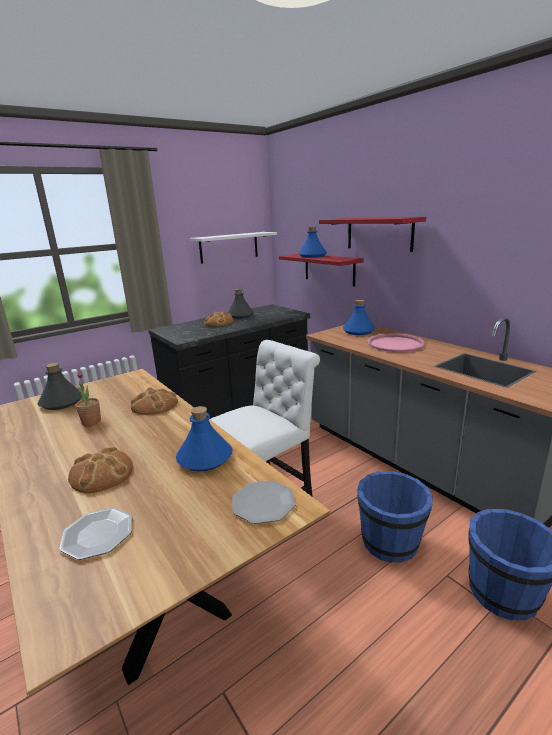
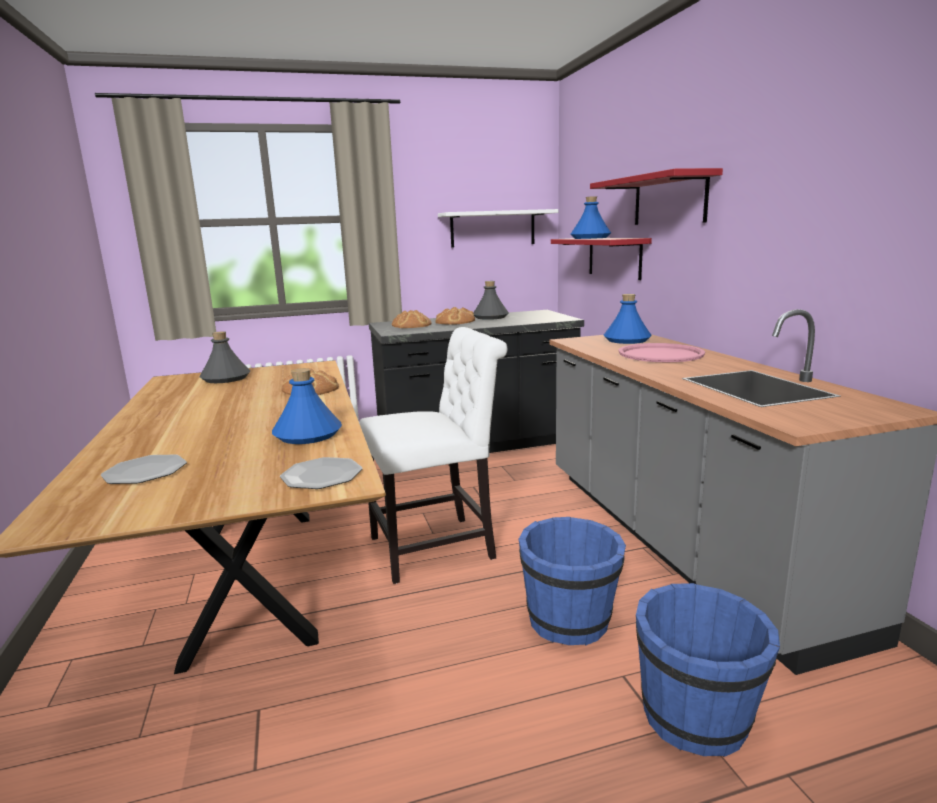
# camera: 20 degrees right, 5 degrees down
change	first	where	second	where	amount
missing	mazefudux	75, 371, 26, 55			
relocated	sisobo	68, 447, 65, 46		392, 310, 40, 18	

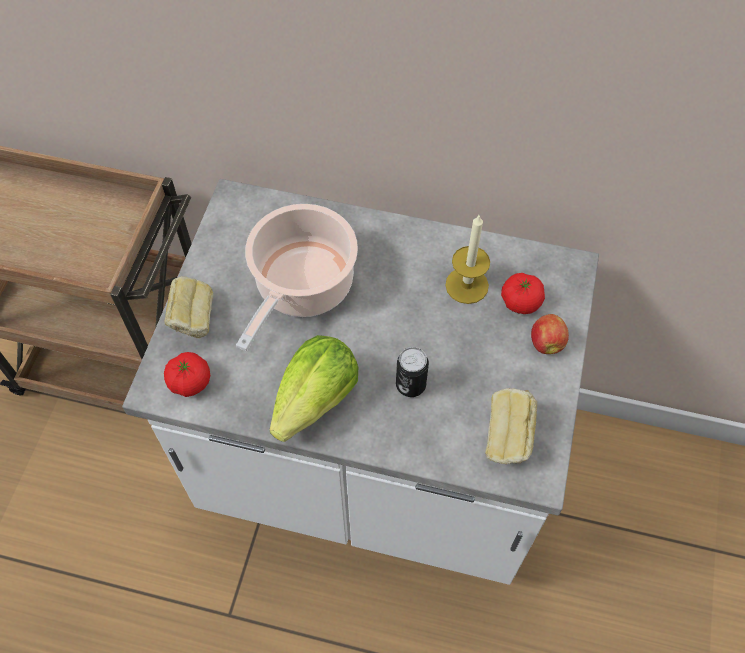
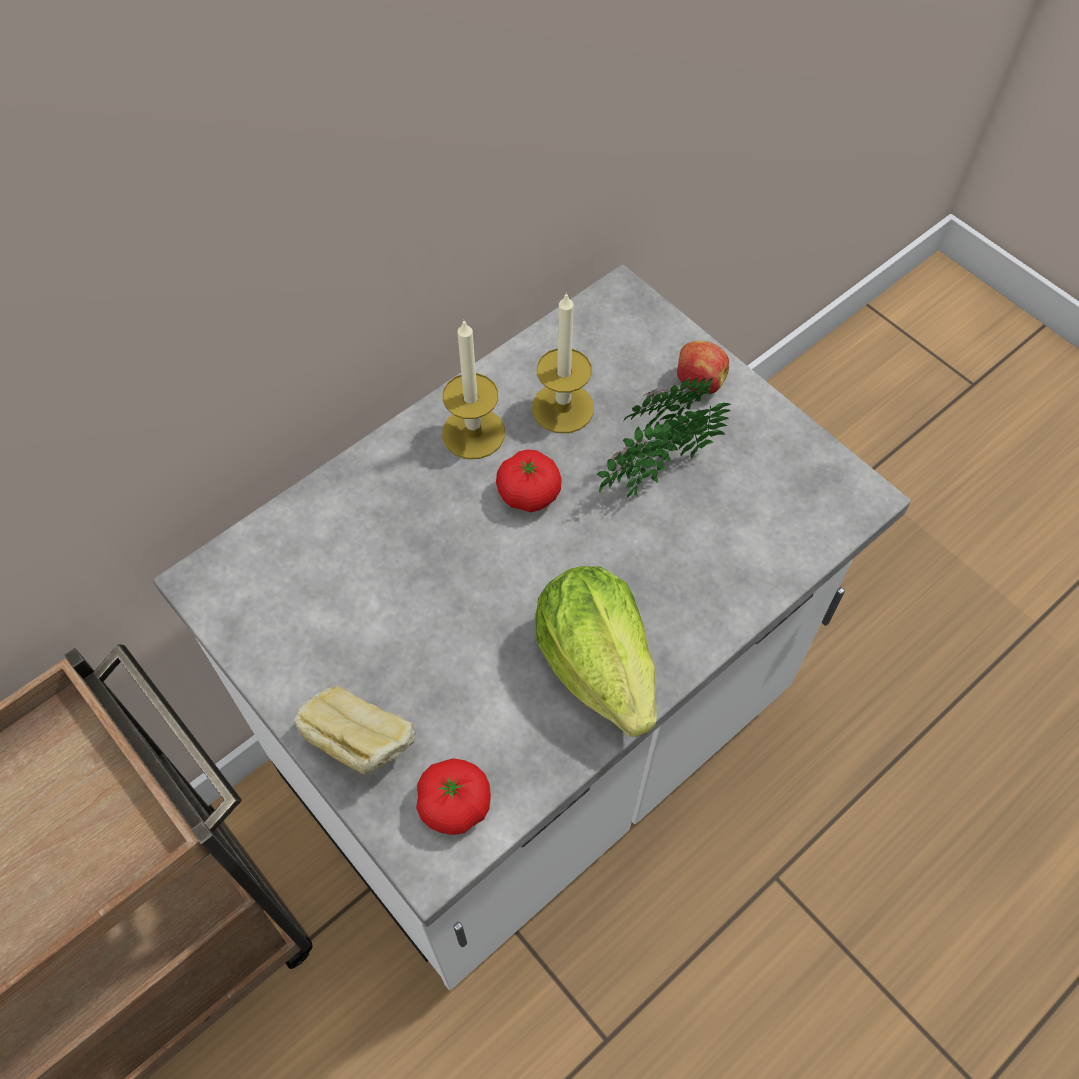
# camera: 55 degrees left, 0 degrees up
change	first	where	second	where	amount
missing	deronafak	236, 204, 122, 147			
missing	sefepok	396, 347, 33, 50			
missing	sisobo	485, 388, 52, 76			
appeared			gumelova	442, 319, 63, 140	
appeared			mazefudux	597, 377, 134, 125	
relocated	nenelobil	501, 273, 44, 41		496, 449, 66, 63	

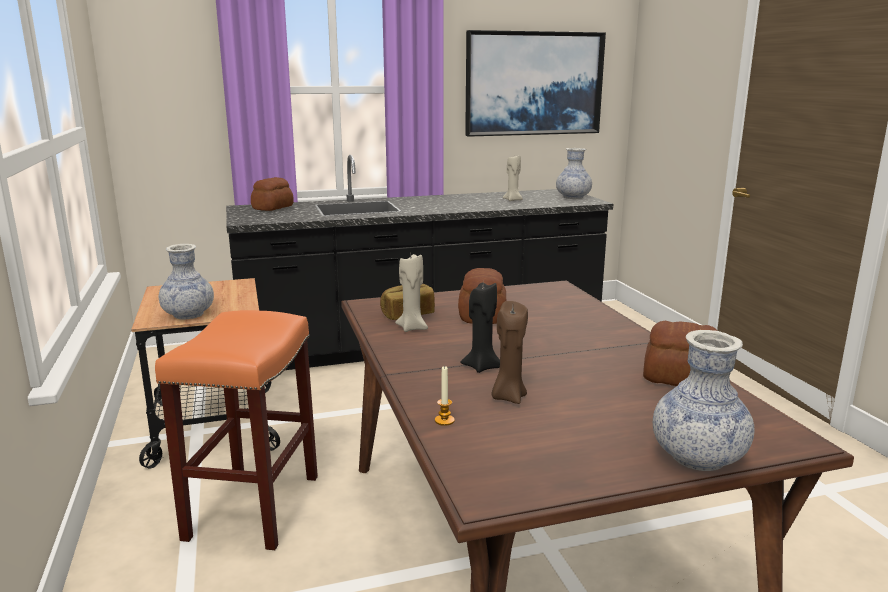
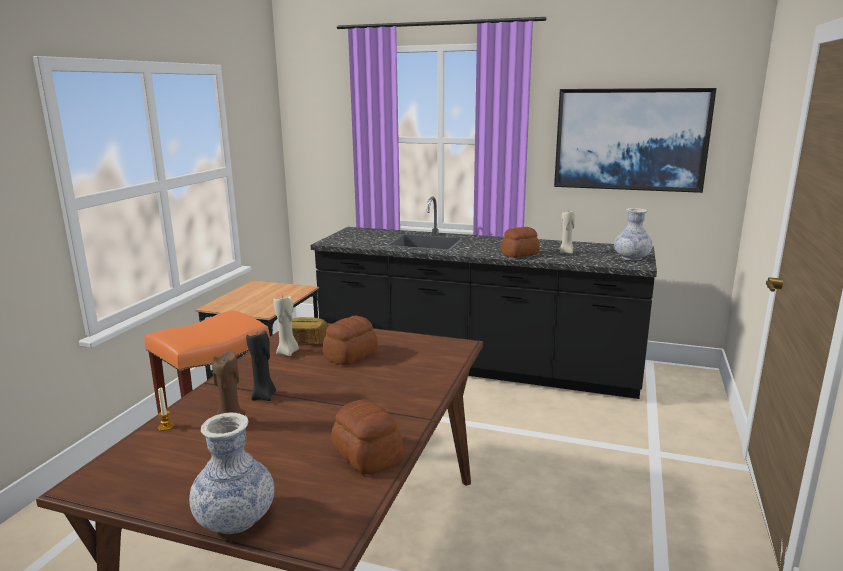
# camera: 35 degrees right, 0 degrees up
change	first	where	second	where	amount
missing	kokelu	159, 244, 55, 75			
relocated	sisobo	251, 177, 43, 34		501, 227, 39, 31	

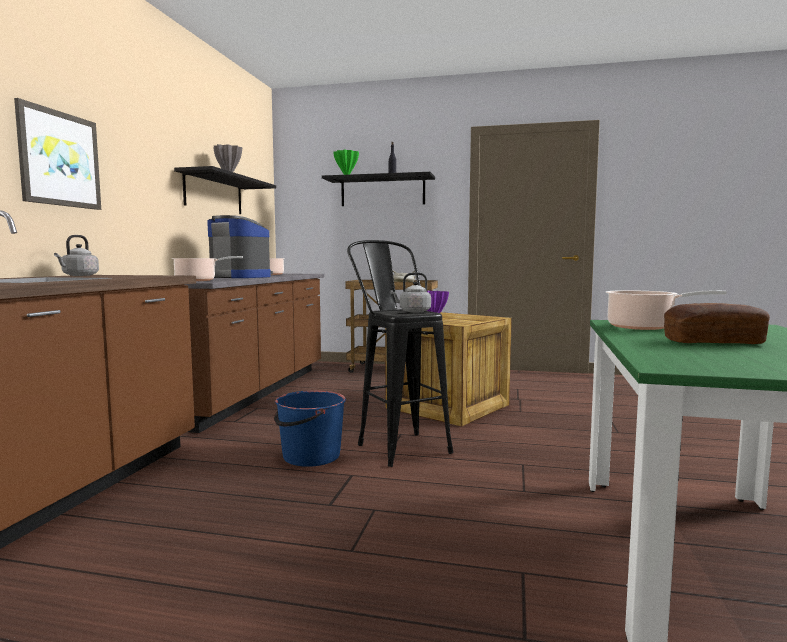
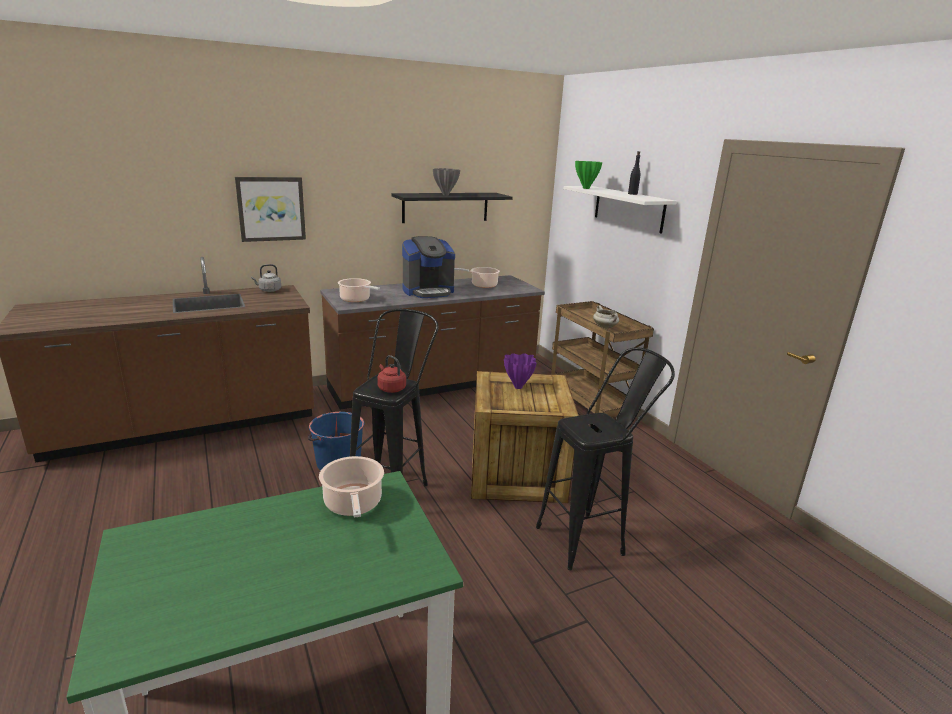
# camera: 50 degrees right, 15 degrees up
change	first	where	second	where	amount
missing	sisobo	664, 303, 106, 41			
appeared			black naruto	536, 348, 139, 222	
colour	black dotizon	322, 172, 113, 34	white dotizon	564, 186, 113, 47	
colour	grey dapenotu	390, 272, 41, 41	red dapenotu	377, 355, 29, 38	
spun	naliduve	207, 215, 66, 63		402, 236, 53, 62	75 degrees clockwise

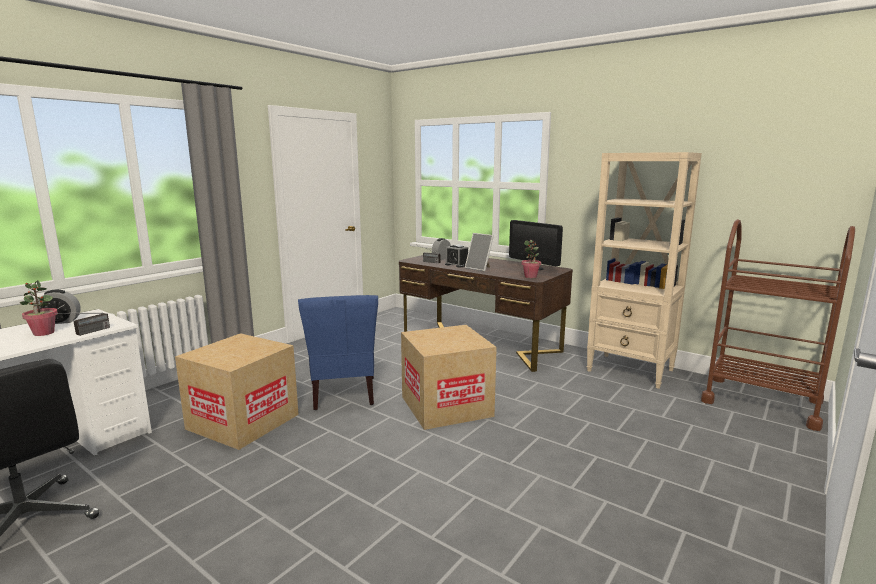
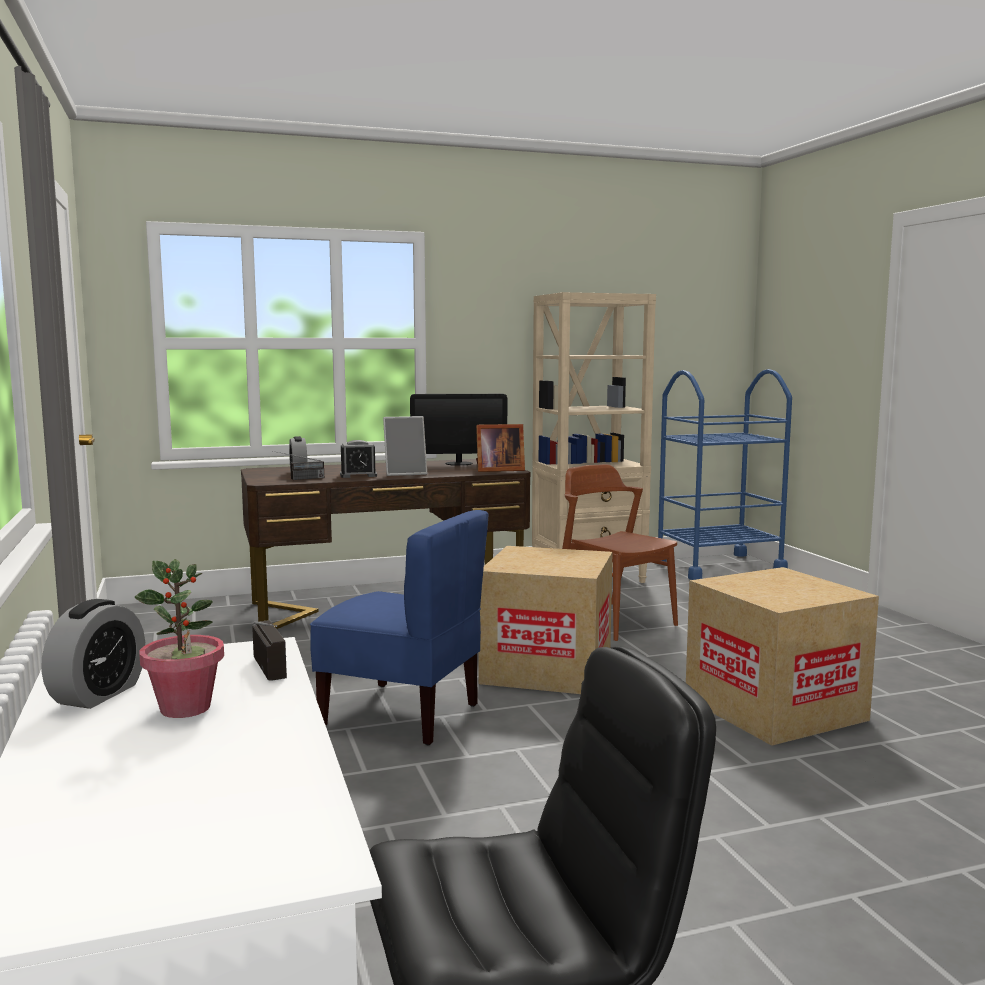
# camera: 55 degrees left, 5 degrees down
change	first	where	second	where	amount
appeared			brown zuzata	562, 464, 116, 177	
relocated	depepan	175, 333, 124, 117		686, 567, 193, 179	
exchanged	mazefudux	521, 240, 20, 38	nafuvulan	476, 424, 49, 48	
colour	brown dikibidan	701, 219, 154, 212	blue dikibidan	658, 369, 134, 211	

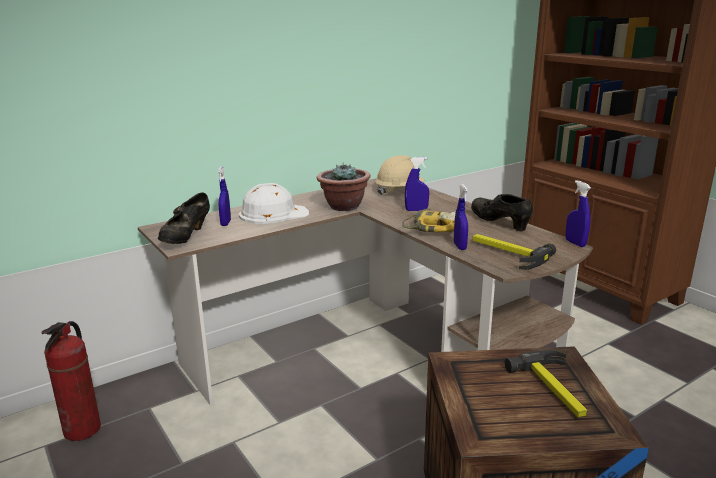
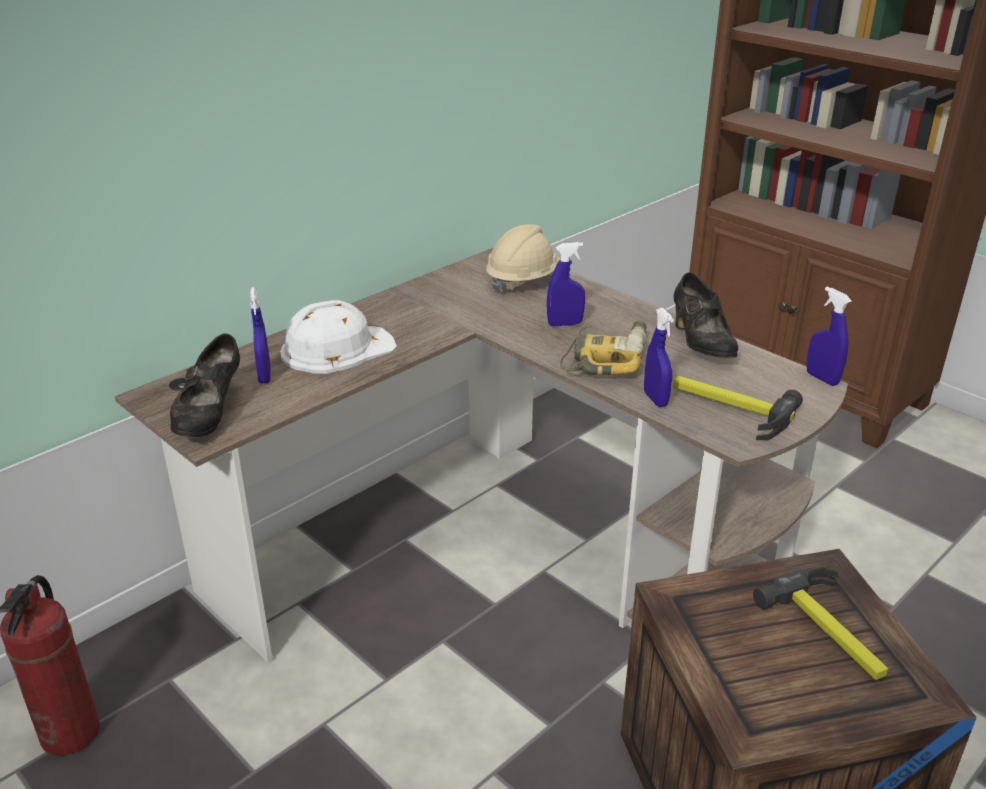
# camera: 10 degrees left, 10 degrees up
change	first	where	second	where	amount
missing	mazefudux	317, 163, 53, 48			
spun	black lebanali	471, 194, 62, 37		674, 272, 64, 86	150 degrees counterclockwise

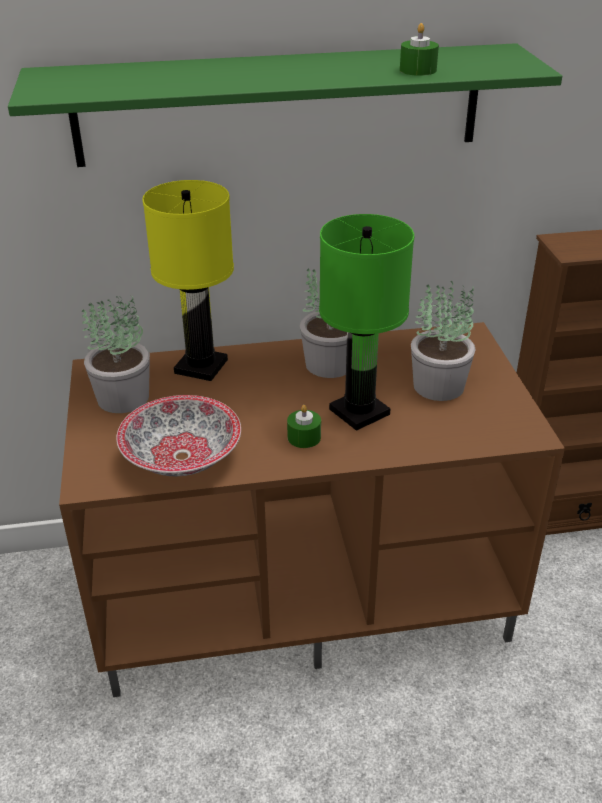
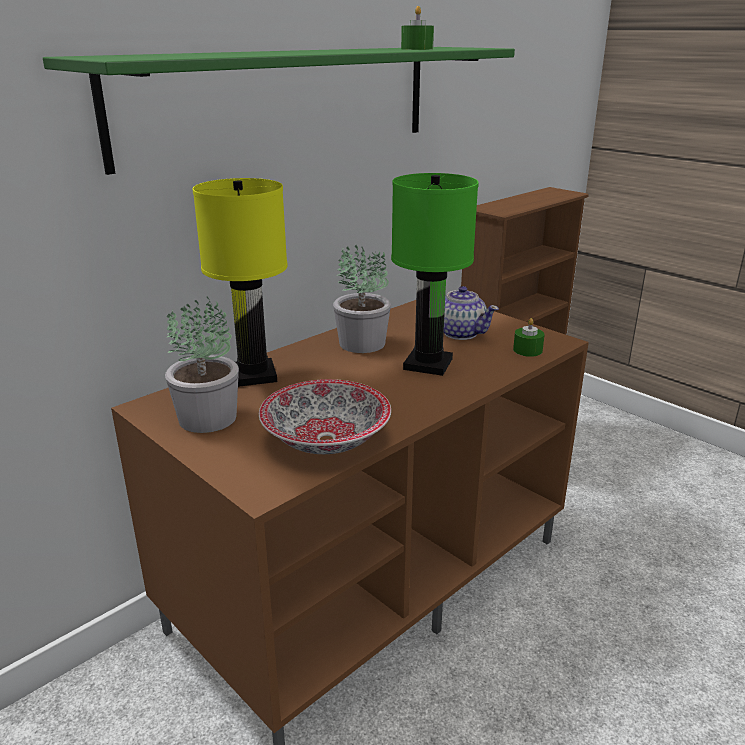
# camera: 35 degrees left, 10 degrees down
change	first	where	second	where	amount
relocated	green gumelova	287, 405, 34, 43		513, 318, 32, 39	
exchanged	mazefudux	411, 281, 65, 120	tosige	444, 286, 55, 54	

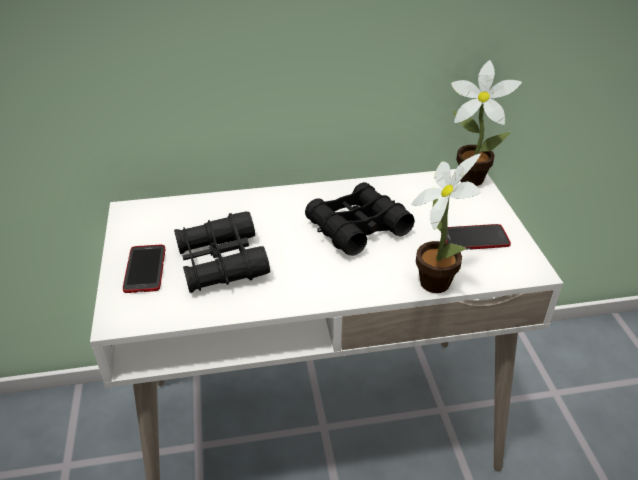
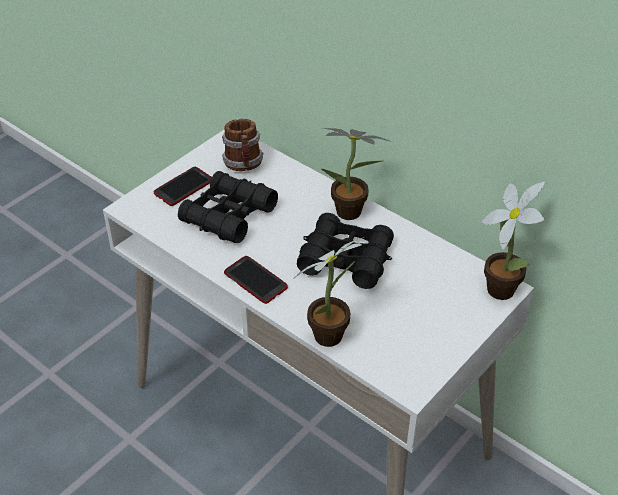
# camera: 50 degrees right, 5 degrees up
change	first	where	second	where	amount
appeared			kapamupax	222, 119, 42, 52	
appeared			mazefudux	321, 128, 71, 92	
relocated	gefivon	446, 224, 65, 26		224, 256, 64, 48	

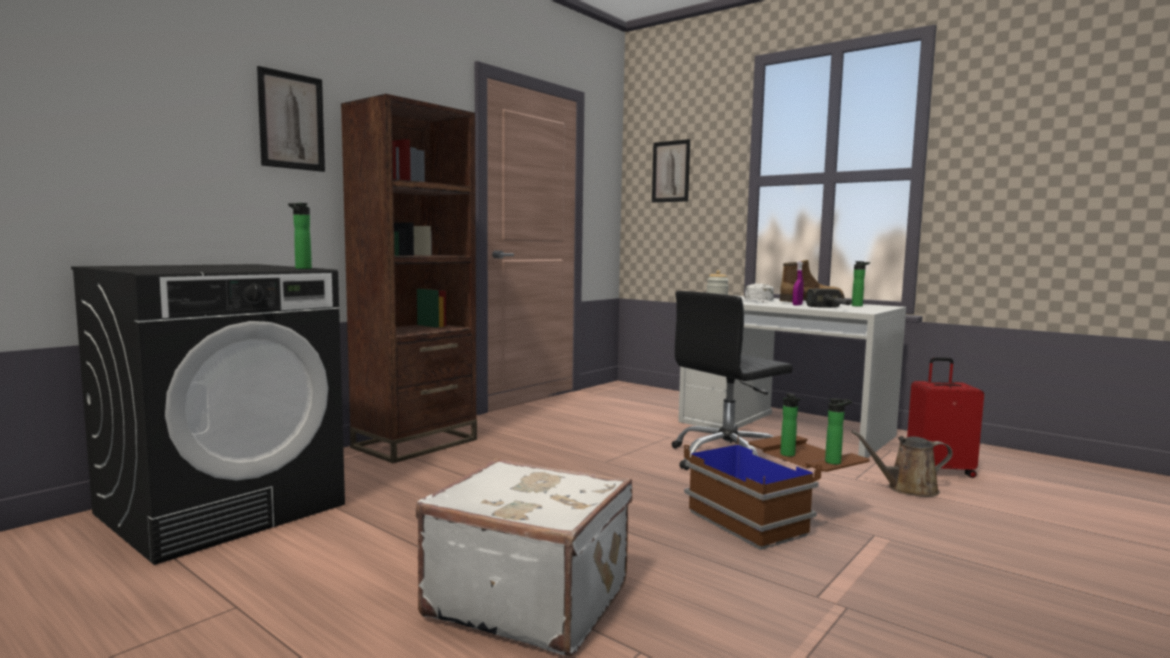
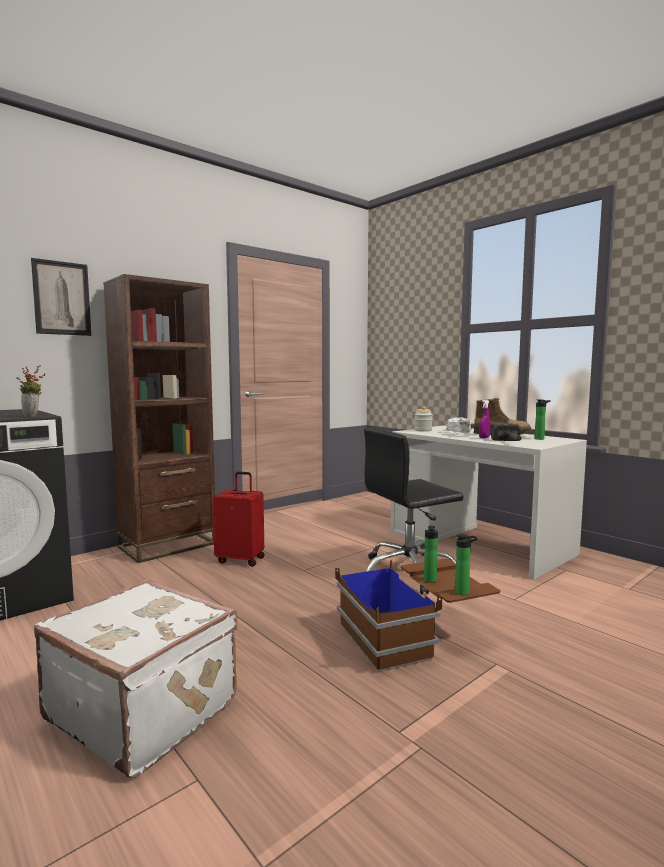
# camera: 10 degrees right, 0 degrees up
change	first	where	second	where	amount
missing	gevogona	652, 139, 38, 64			
missing	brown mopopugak	851, 430, 102, 67			
relocated	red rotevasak	907, 357, 77, 121		213, 472, 51, 95	
exchanged	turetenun	288, 203, 24, 66	mazefudux	16, 365, 29, 52	

